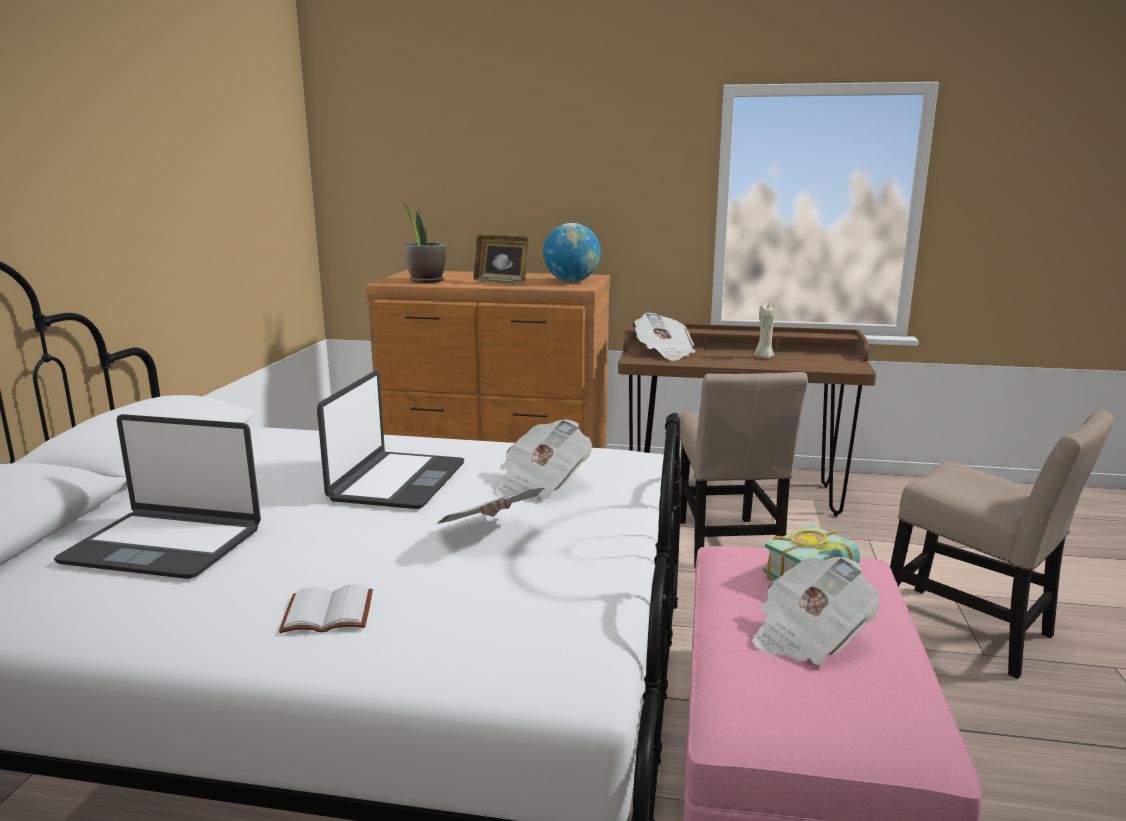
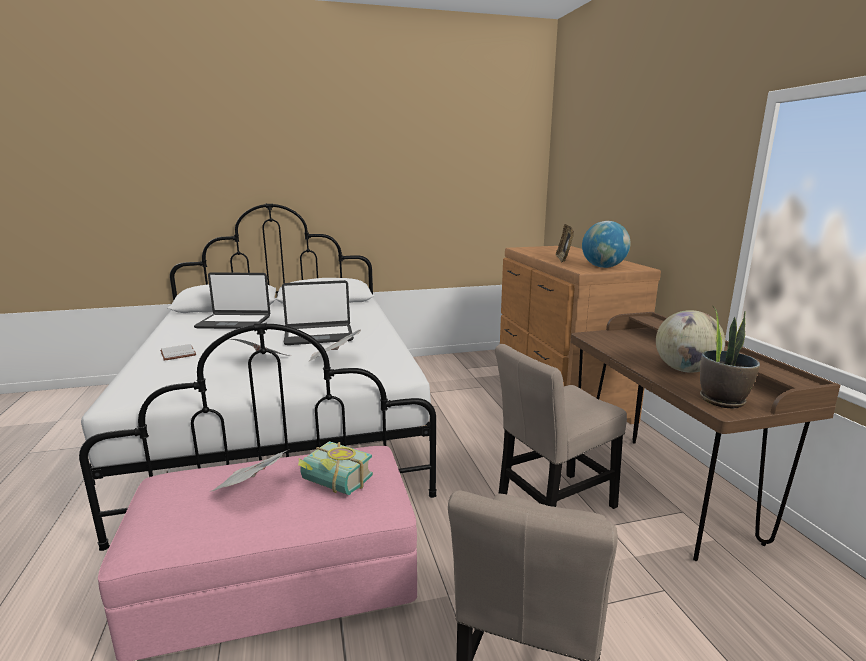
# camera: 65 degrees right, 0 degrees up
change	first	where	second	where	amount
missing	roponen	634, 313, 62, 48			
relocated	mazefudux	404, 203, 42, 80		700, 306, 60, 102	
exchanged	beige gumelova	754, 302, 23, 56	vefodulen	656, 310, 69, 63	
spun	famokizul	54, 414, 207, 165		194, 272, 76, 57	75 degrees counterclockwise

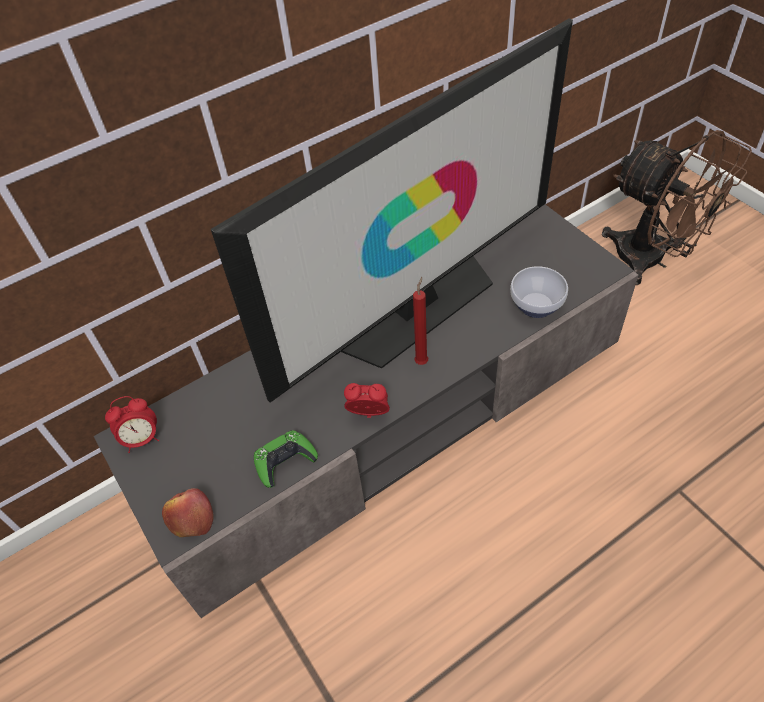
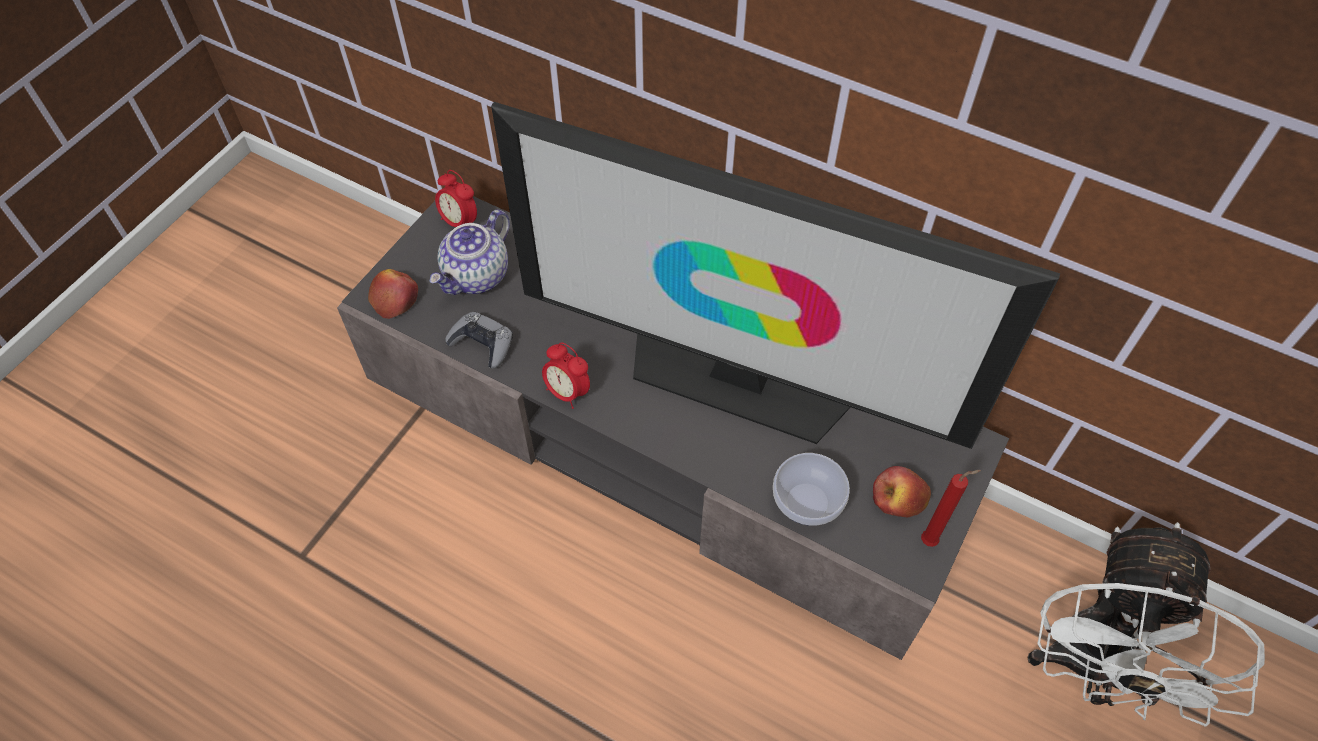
# camera: 60 degrees right, 5 degrees up
change	first	where	second	where	amount
appeared			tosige	430, 210, 80, 85	
appeared			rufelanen	873, 466, 58, 51	
relocated	red gumelova	413, 277, 15, 88		921, 470, 60, 77	
colour	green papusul	254, 430, 64, 58	grey papusul	445, 312, 68, 57	
colour	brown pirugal	602, 130, 150, 155	white pirugal	1027, 522, 238, 205	
spun	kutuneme	344, 383, 46, 35		542, 342, 48, 67	150 degrees clockwise

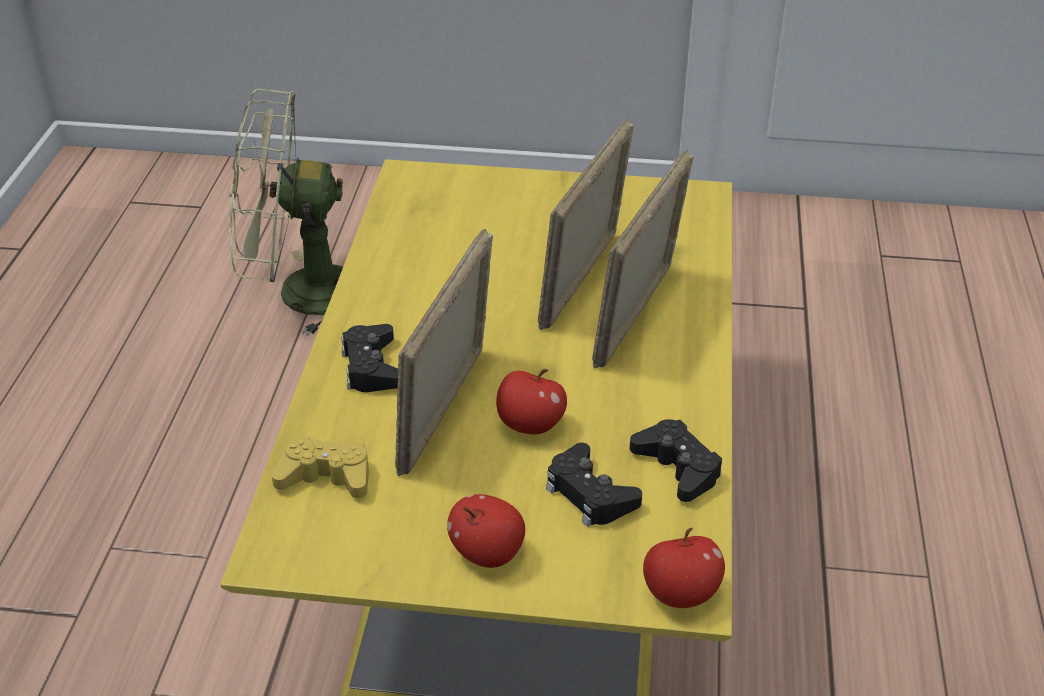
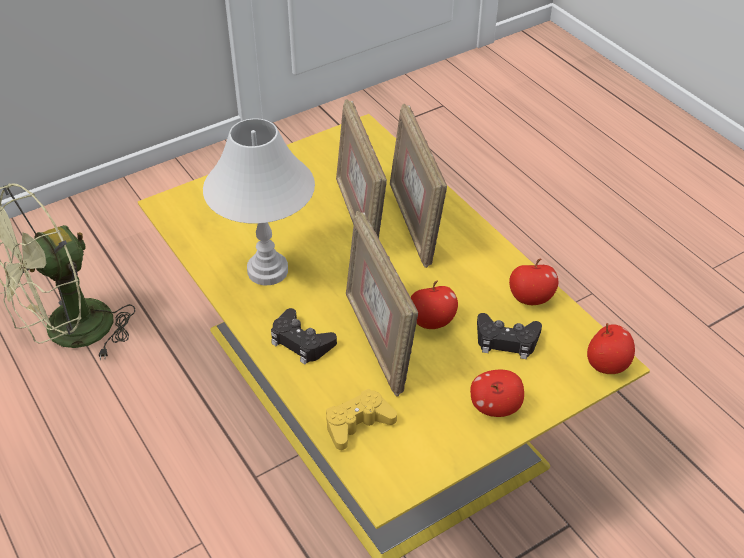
# camera: 40 degrees left, 5 degrees up
change	first	where	second	where	amount
appeared			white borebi	203, 118, 112, 167	
exchanged	black papusul	630, 419, 92, 83	rufelanen	509, 259, 49, 46	

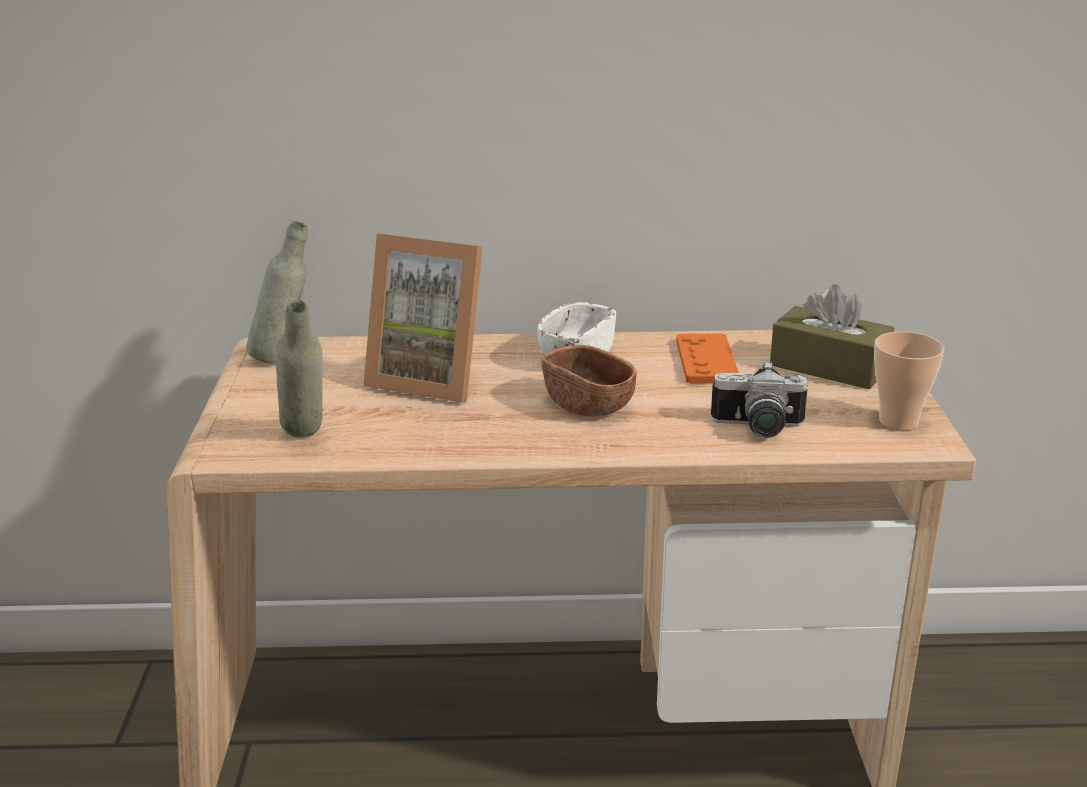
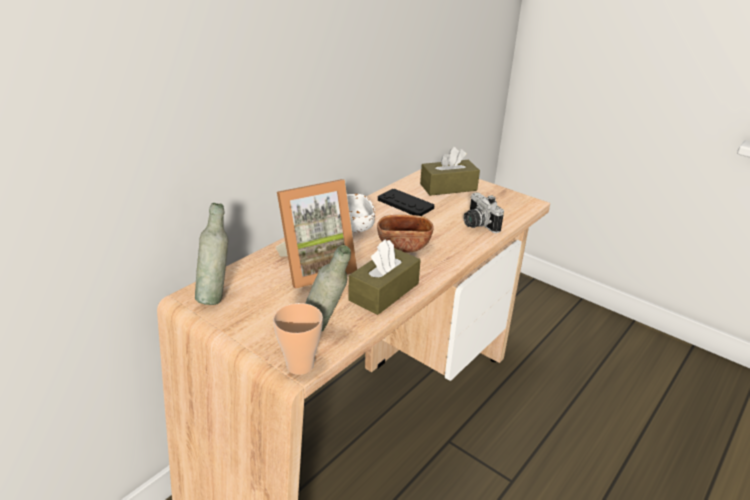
# camera: 50 degrees left, 5 degrees up
change	first	where	second	where	amount
appeared			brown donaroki	349, 239, 72, 76	
relocated	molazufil	874, 331, 71, 99		273, 303, 50, 72	
colour	orange papusul	676, 333, 63, 51	black papusul	378, 189, 57, 27	
spun	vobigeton	711, 361, 97, 77		464, 193, 40, 40	105 degrees clockwise

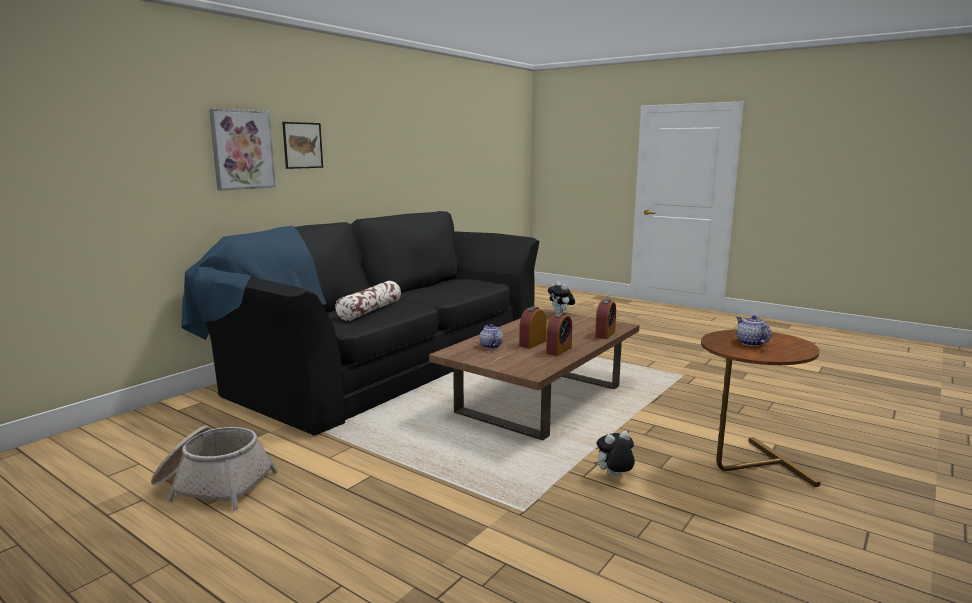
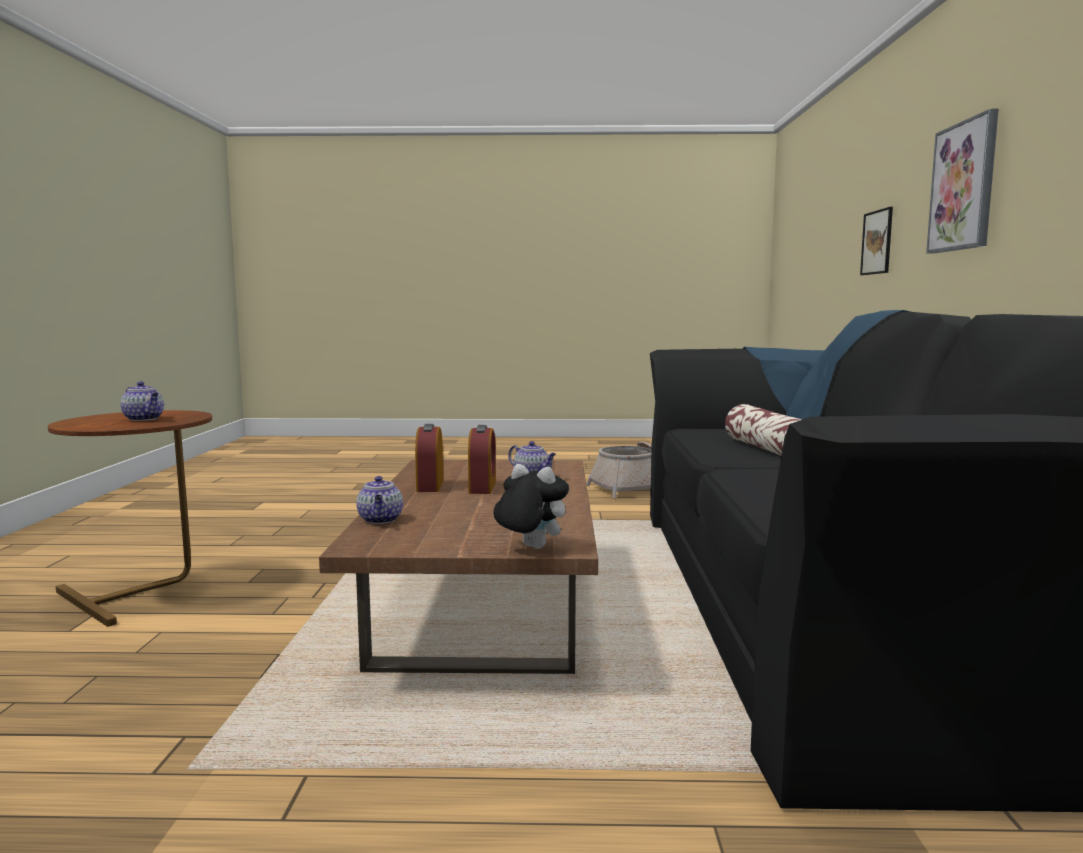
# camera: 145 degrees right, 5 degrees down
change	first	where	second	where	amount
missing	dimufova	594, 431, 41, 45			
relocated	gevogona	282, 122, 41, 47		860, 207, 33, 68	
exchanged	kutuneme	595, 299, 21, 40	tosige	356, 476, 47, 48	

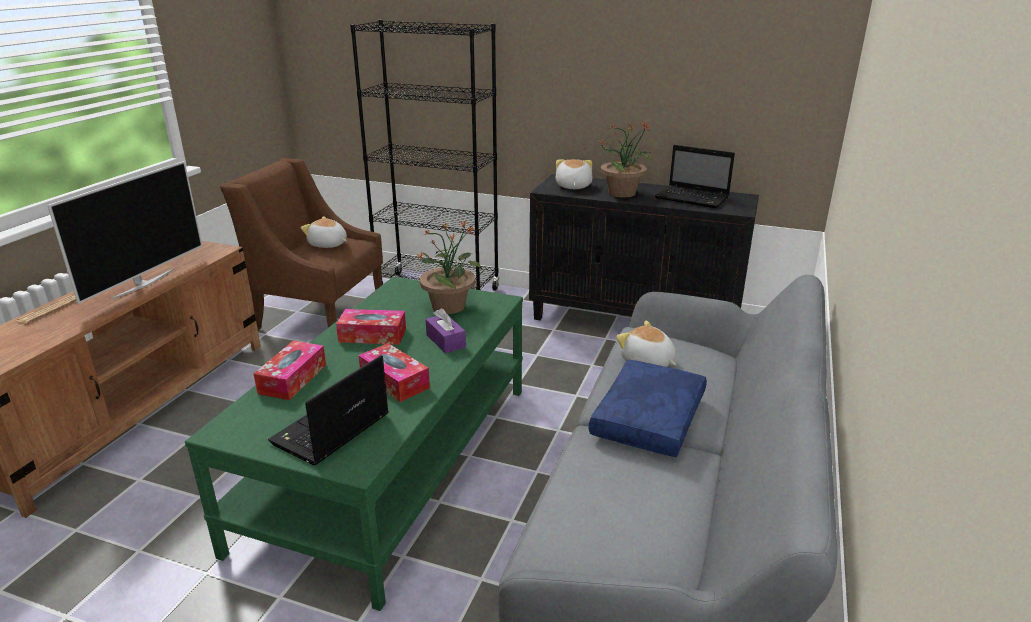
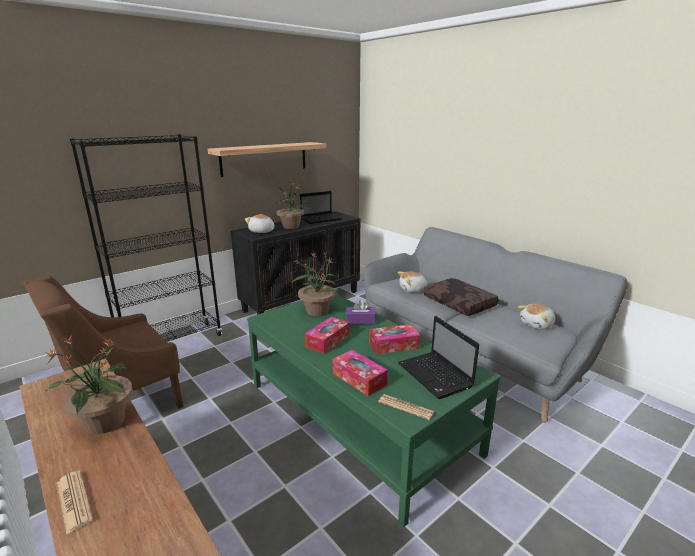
# camera: 60 degrees left, 5 degrees down
change	first	where	second	where	amount
appeared			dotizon	208, 142, 118, 35	
appeared			roponen	378, 394, 57, 26	
relocated	dimufova	301, 216, 46, 32		518, 304, 37, 26	
exchanged	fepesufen	47, 161, 156, 143	mazefudux	45, 337, 88, 97	
colour	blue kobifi	589, 360, 118, 97	brown kobifi	423, 278, 75, 38	

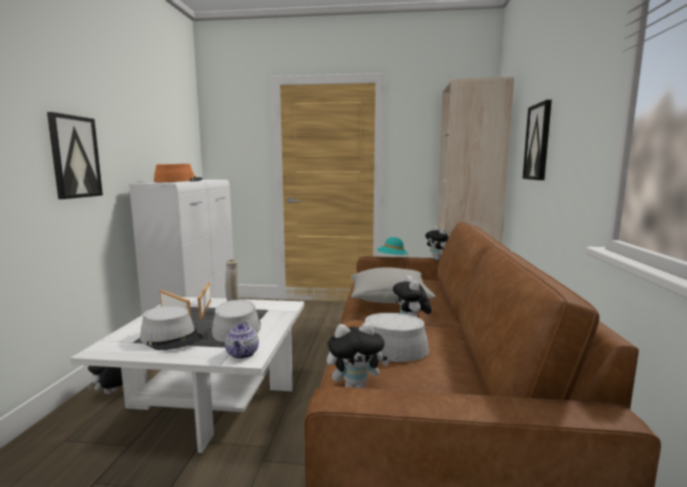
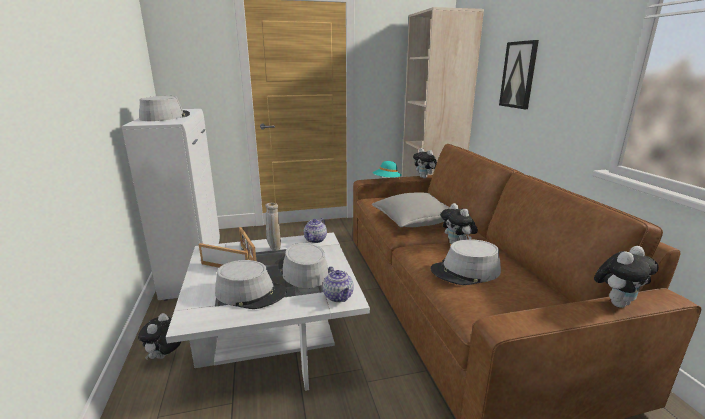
# camera: 20 degrees left, 10 degrees up
change	first	where	second	where	amount
missing	gevogona	47, 112, 56, 87			
appeared			tosige	304, 218, 23, 25	
relocated	dimufova	327, 322, 62, 66		594, 246, 65, 62	
colour	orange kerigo	154, 164, 49, 18	grey kerigo	139, 96, 51, 25	

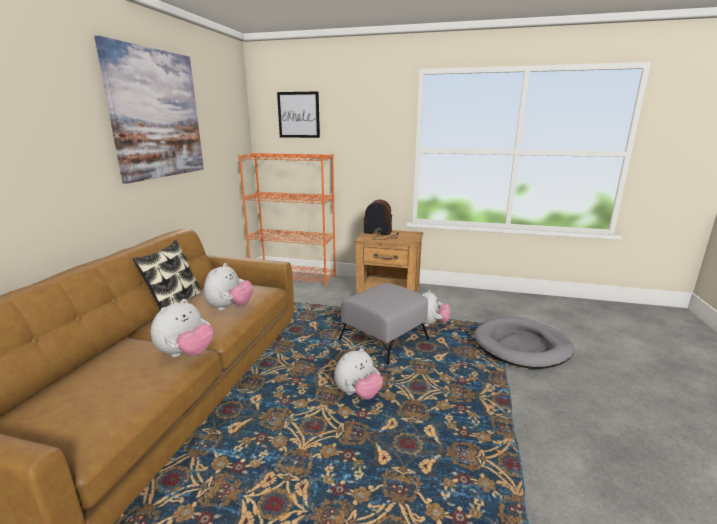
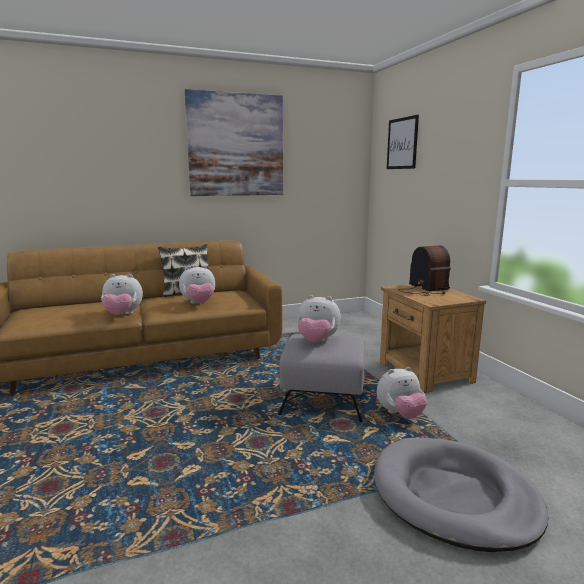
# camera: 55 degrees right, 5 degrees down
change	first	where	second	where	amount
missing	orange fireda	239, 153, 97, 134			
relocated	dimufova	334, 348, 49, 52		297, 295, 44, 47	

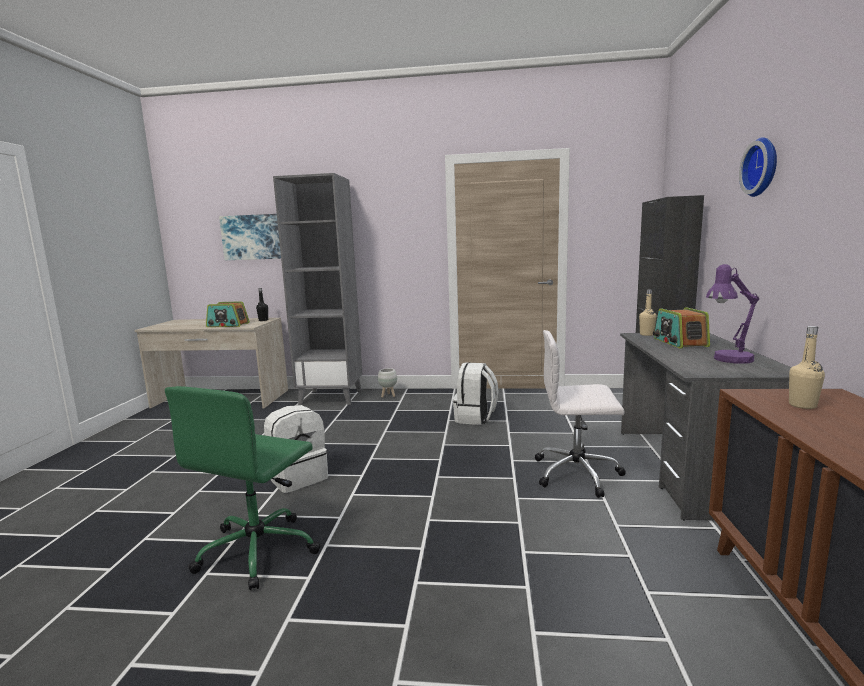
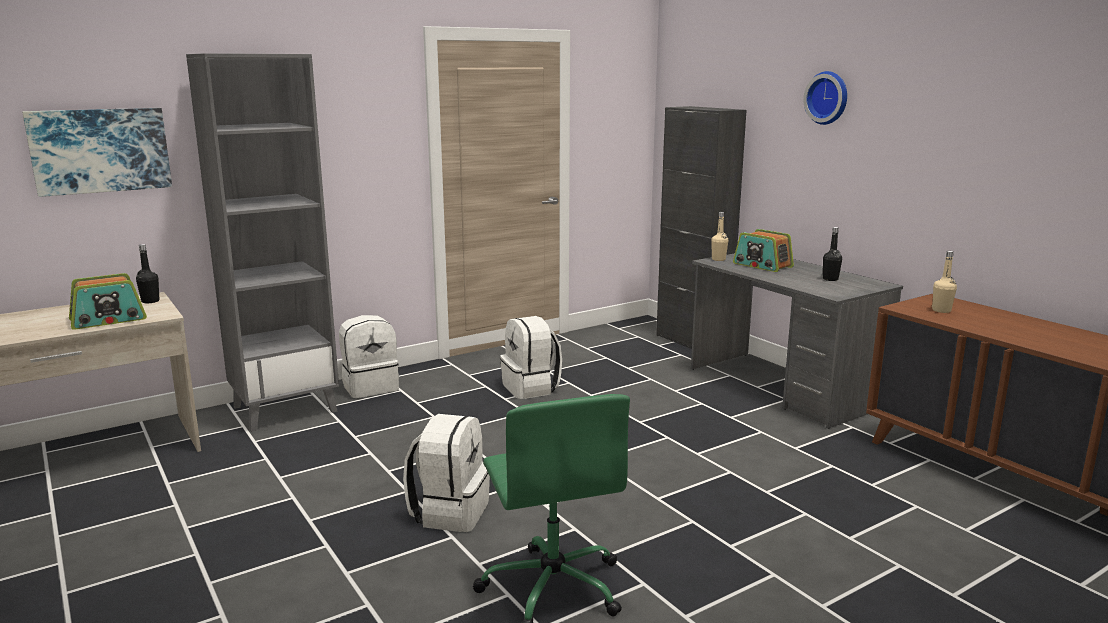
# camera: 40 degrees left, 5 degrees up
change	first	where	second	where	amount
missing	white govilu	535, 330, 91, 168			
exchanged	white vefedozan	378, 368, 19, 30	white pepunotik	339, 315, 60, 83	
exchanged	purple borebi	706, 264, 53, 100	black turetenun	823, 227, 19, 54	

